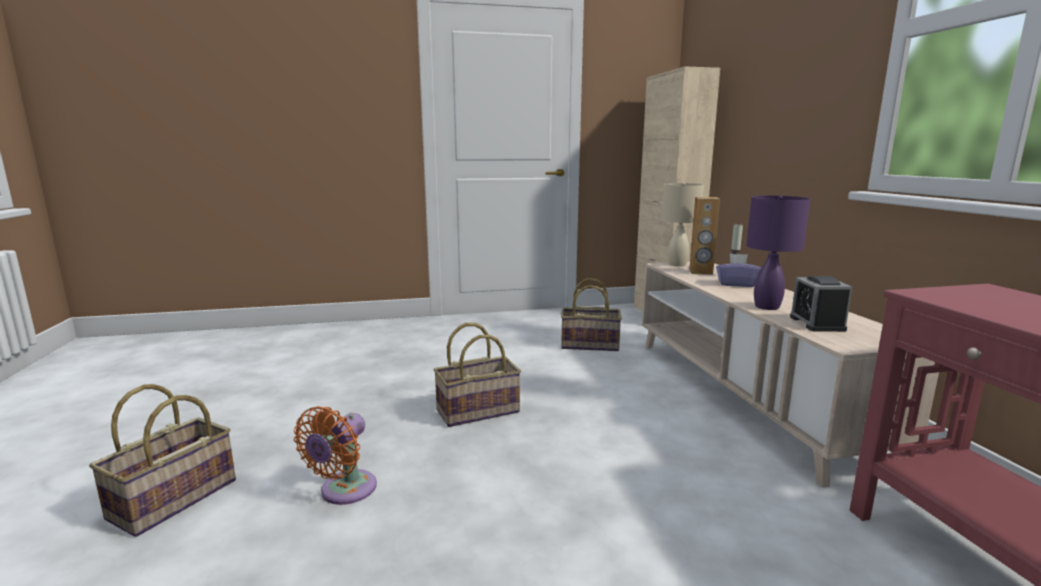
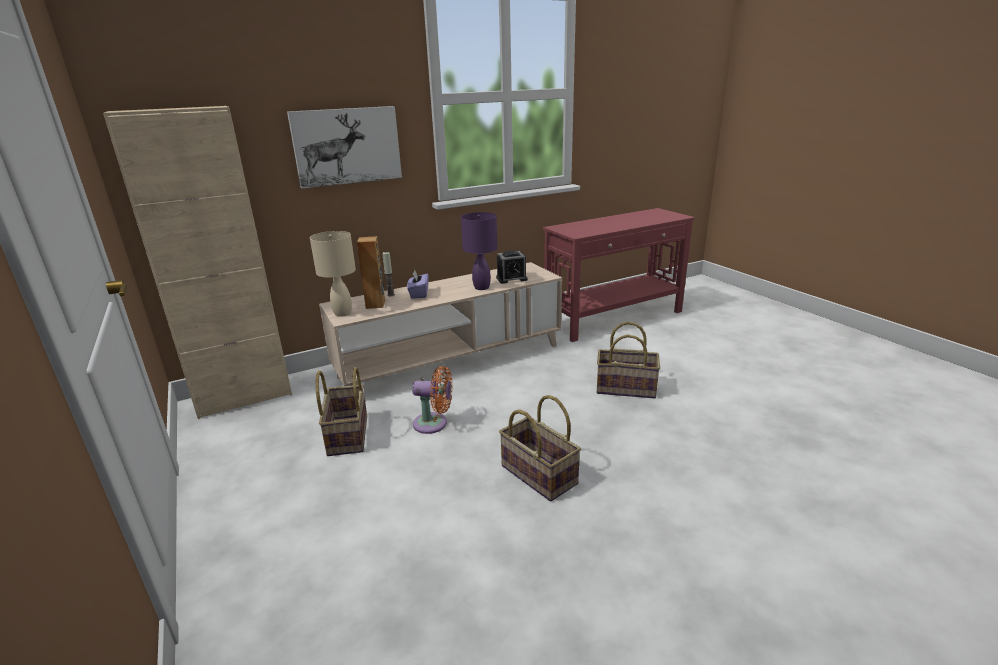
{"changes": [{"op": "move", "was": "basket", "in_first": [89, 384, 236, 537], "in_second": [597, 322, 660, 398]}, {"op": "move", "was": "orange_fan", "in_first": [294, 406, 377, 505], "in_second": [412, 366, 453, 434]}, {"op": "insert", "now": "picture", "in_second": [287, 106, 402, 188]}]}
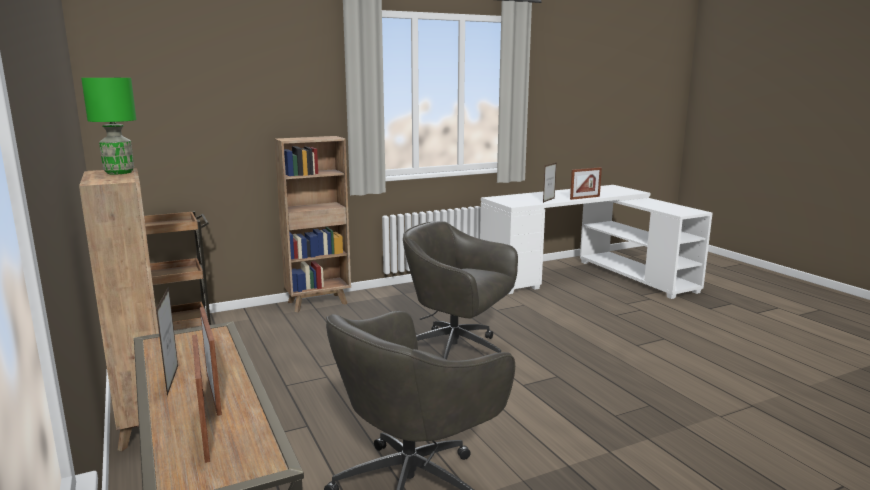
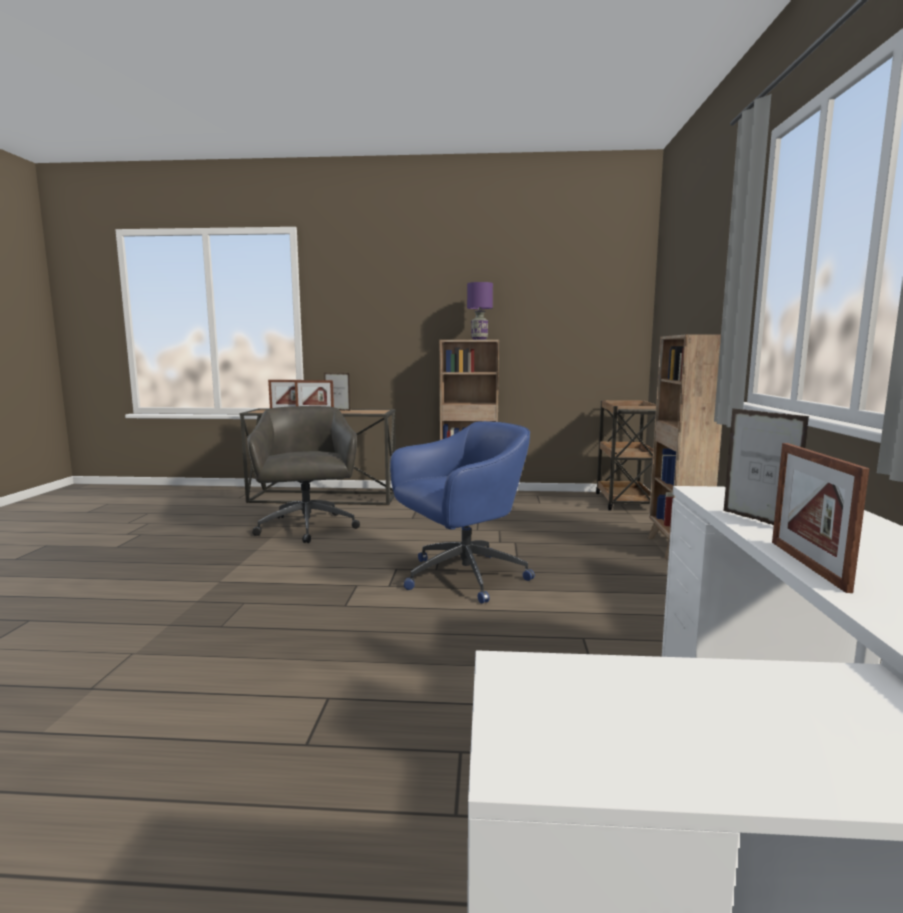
{"changes": [{"op": "recolor", "was": "green_table_lamp", "now": "purple_table_lamp", "in_first": [81, 78, 136, 174], "in_second": [467, 282, 493, 340]}, {"op": "recolor", "was": "grey_office_chair", "now": "blue_office_chair", "in_first": [403, 221, 518, 359], "in_second": [390, 421, 535, 604]}]}
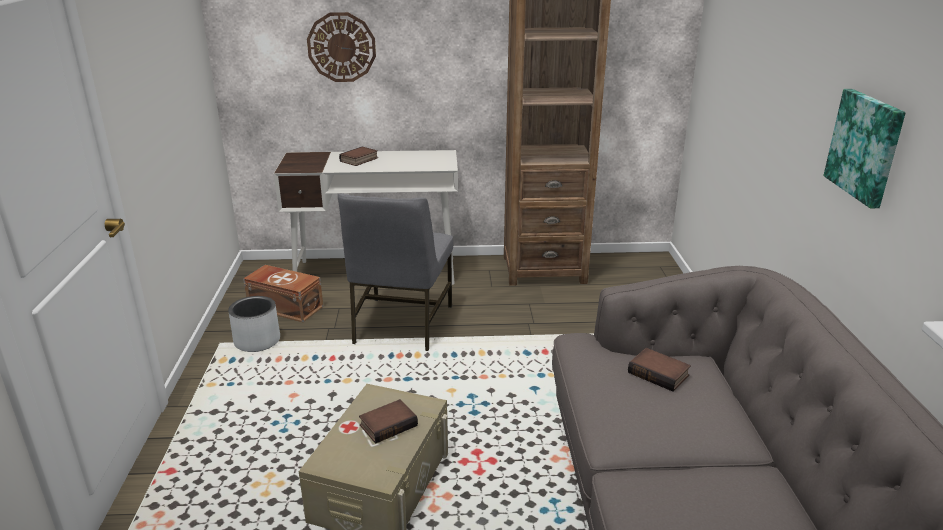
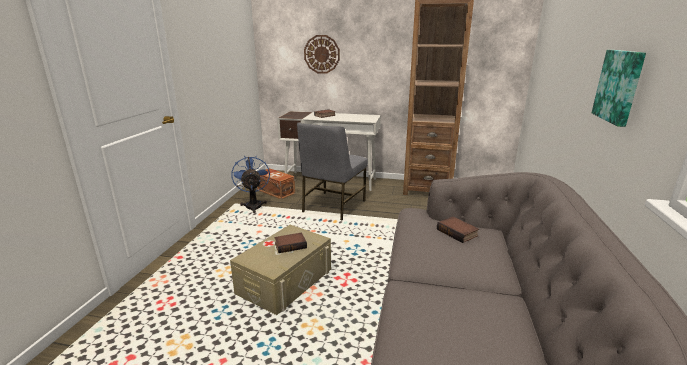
{"changes": [{"op": "replace", "was": "grey_planter", "now": "blue_fan", "in_first": [228, 296, 280, 352], "in_second": [232, 156, 270, 213]}]}
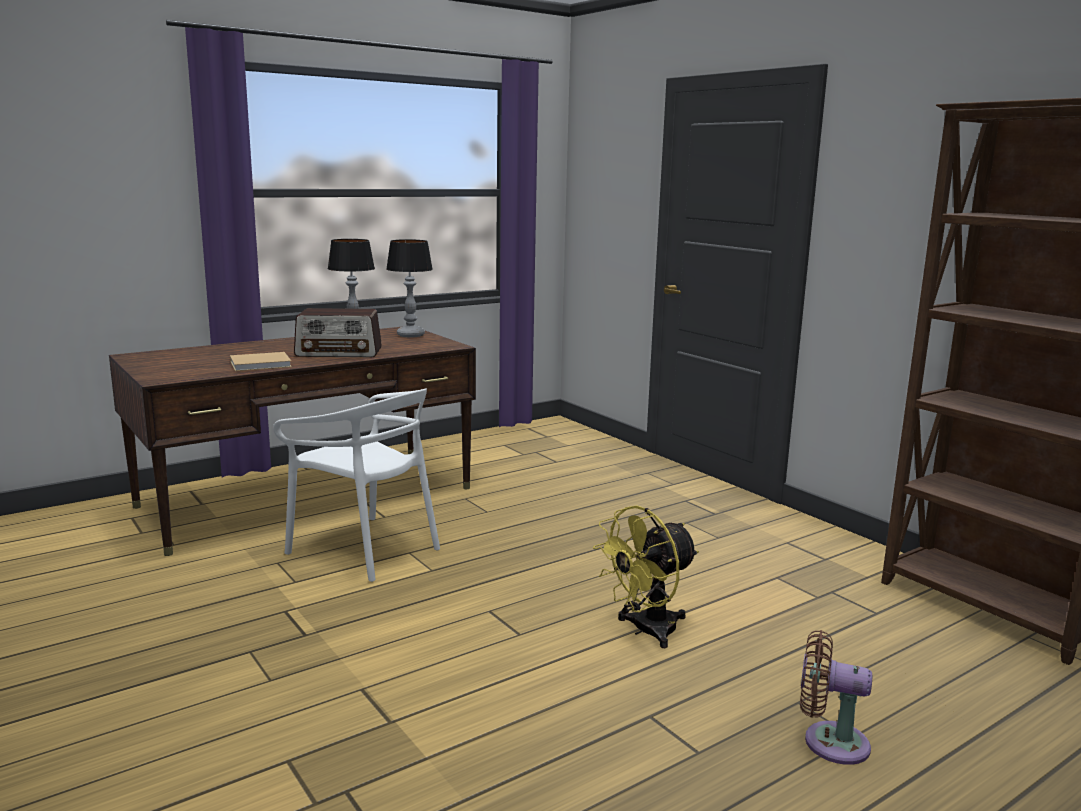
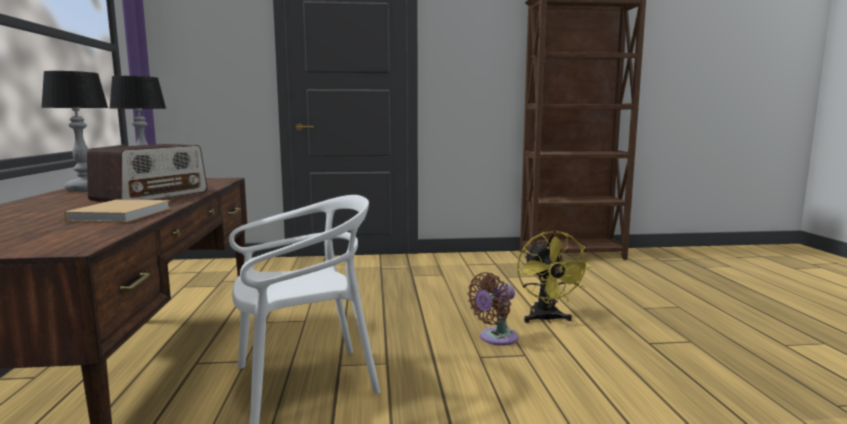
{"changes": [{"op": "move", "was": "brown_fan", "in_first": [800, 630, 872, 765], "in_second": [468, 272, 519, 346]}]}
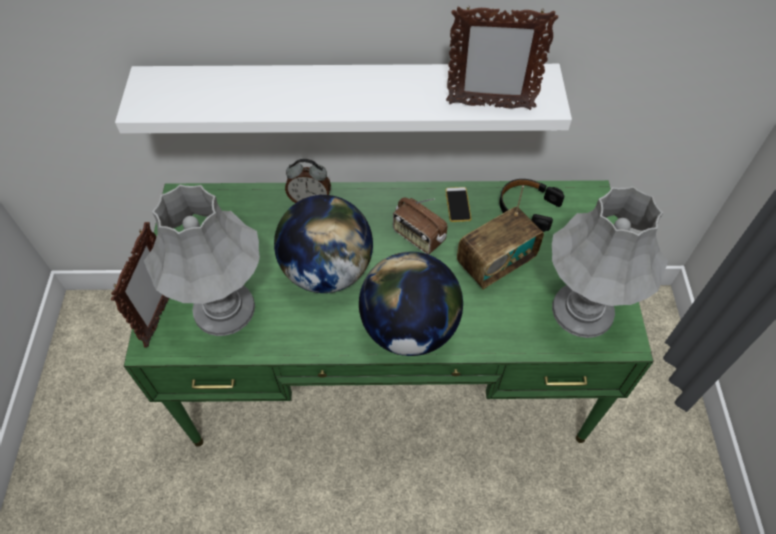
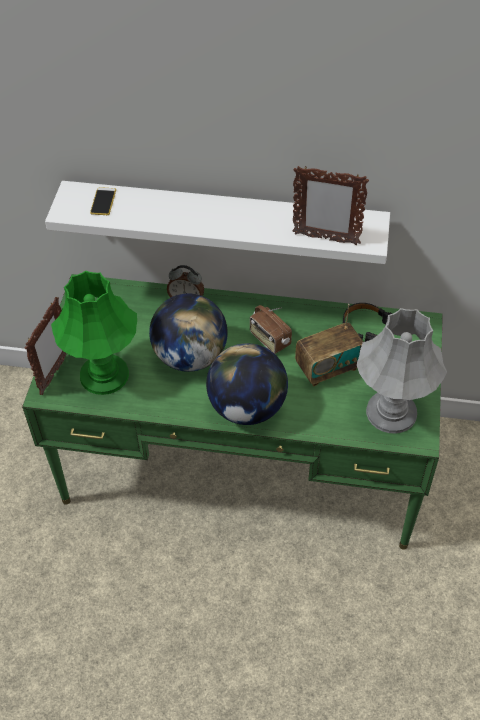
{"changes": [{"op": "recolor", "was": "grey_table_lamp", "now": "green_table_lamp", "in_first": [144, 185, 260, 336], "in_second": [51, 271, 137, 395]}, {"op": "move", "was": "phone", "in_first": [445, 187, 471, 222], "in_second": [90, 187, 116, 215]}]}
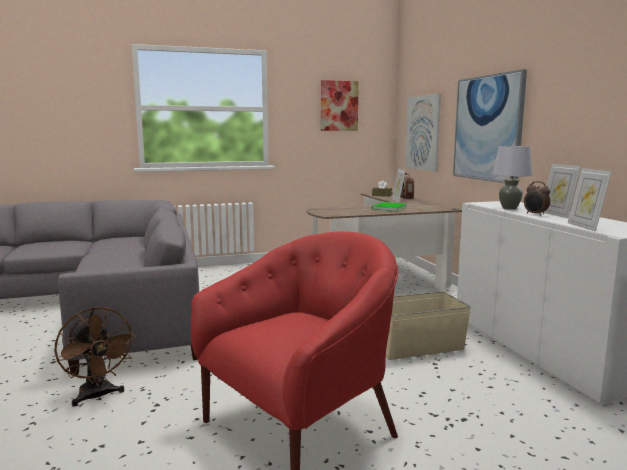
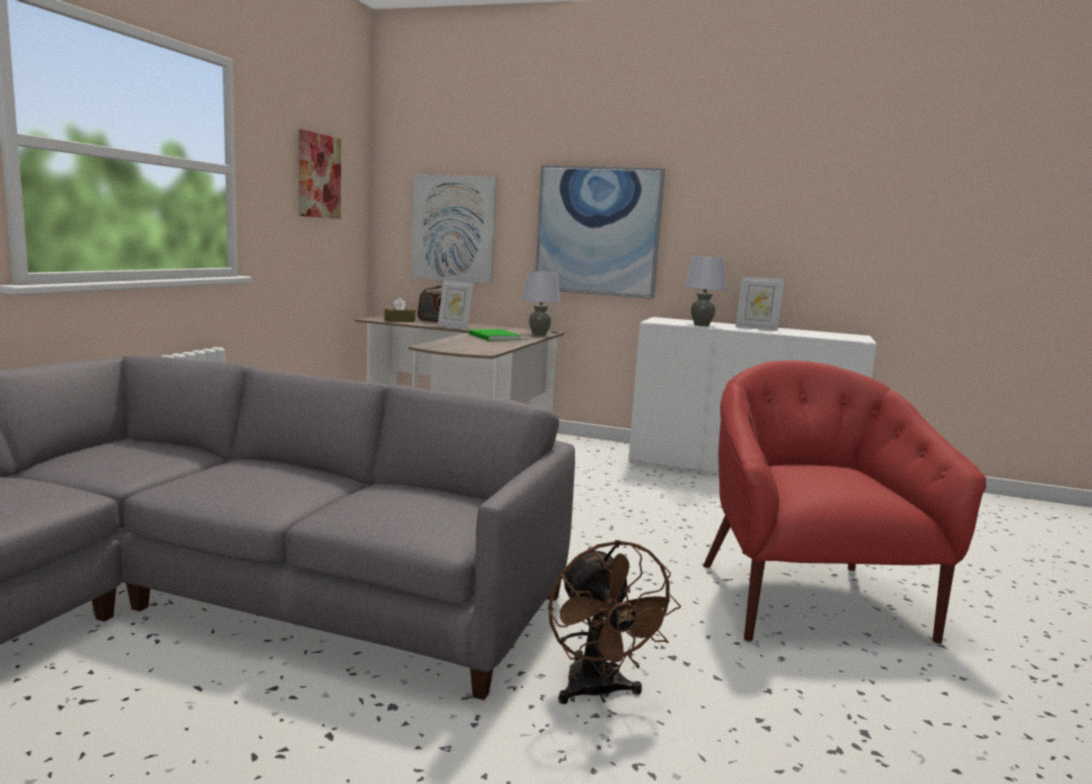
{"changes": [{"op": "rotate", "was": "brown_fan", "in_first": [55, 307, 136, 407], "in_second": [548, 540, 681, 704], "clockwise": 75}, {"op": "delete", "was": "beige_storage_box", "in_first": [386, 291, 471, 360]}, {"op": "delete", "was": "alarm_clock", "in_first": [524, 181, 550, 216]}, {"op": "delete", "was": "picture_frame", "in_first": [568, 168, 612, 232]}, {"op": "insert", "now": "grey_table_lamp", "in_second": [522, 271, 560, 336]}]}
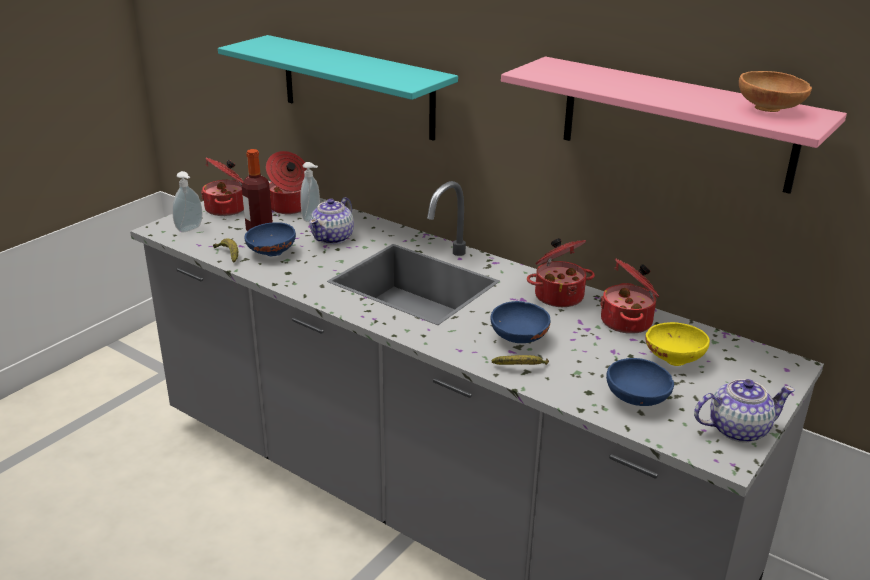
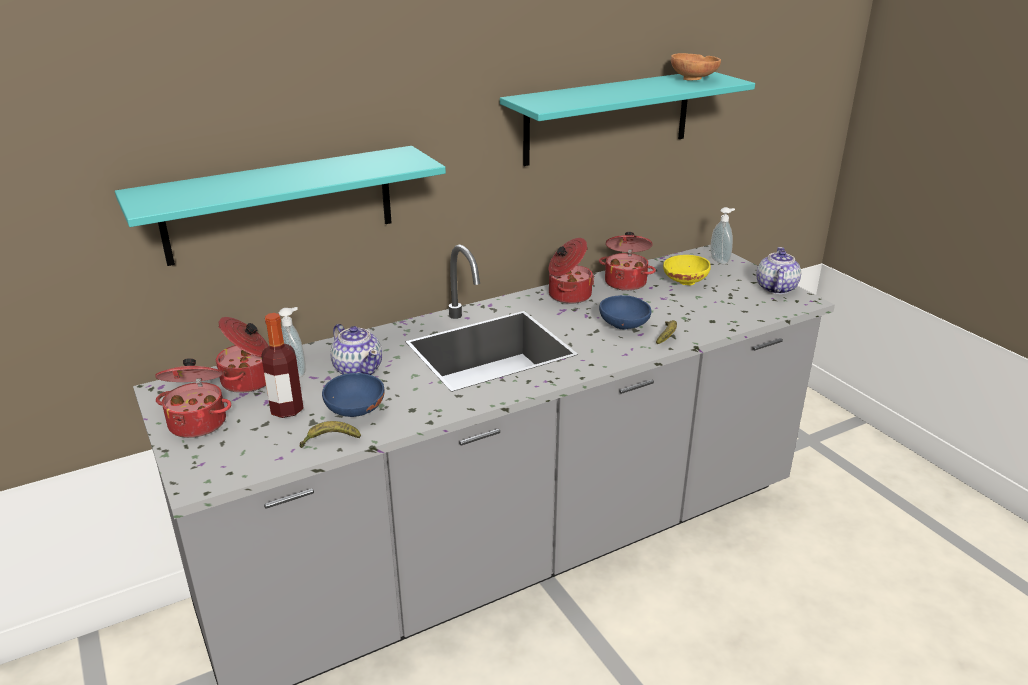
{"changes": [{"op": "move", "was": "soap_dispenser", "in_first": [172, 171, 202, 232], "in_second": [710, 207, 735, 264]}, {"op": "recolor", "was": "pink_shelf", "now": "turquoise_shelf", "in_first": [501, 56, 847, 194], "in_second": [500, 72, 755, 166]}, {"op": "delete", "was": "blue_bowl", "in_first": [606, 358, 674, 406]}]}
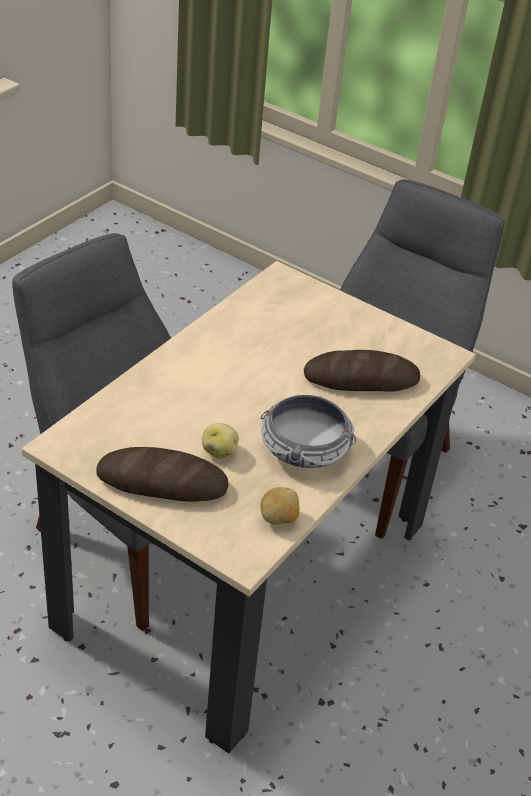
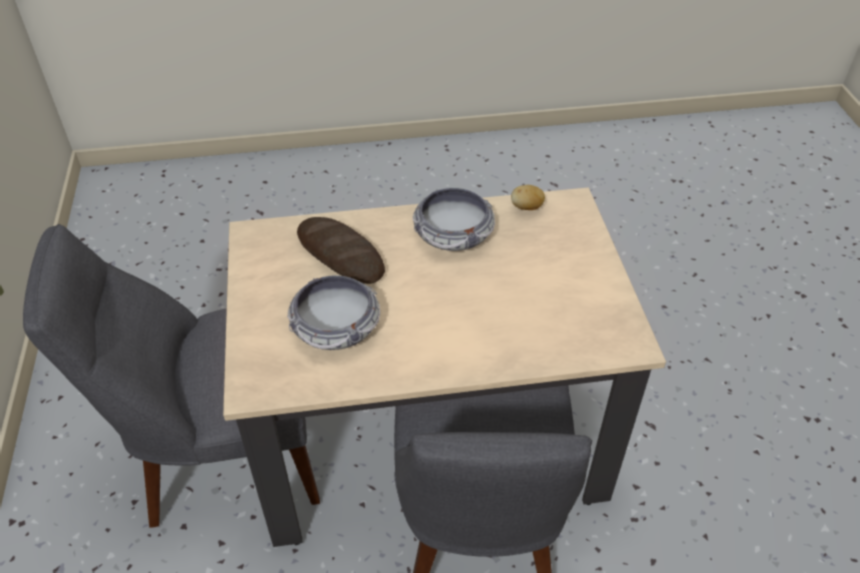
{"changes": [{"op": "delete", "was": "bread", "in_first": [96, 447, 229, 502]}, {"op": "delete", "was": "potato", "in_first": [202, 423, 239, 459]}, {"op": "insert", "now": "bowl", "in_second": [288, 275, 380, 350]}]}
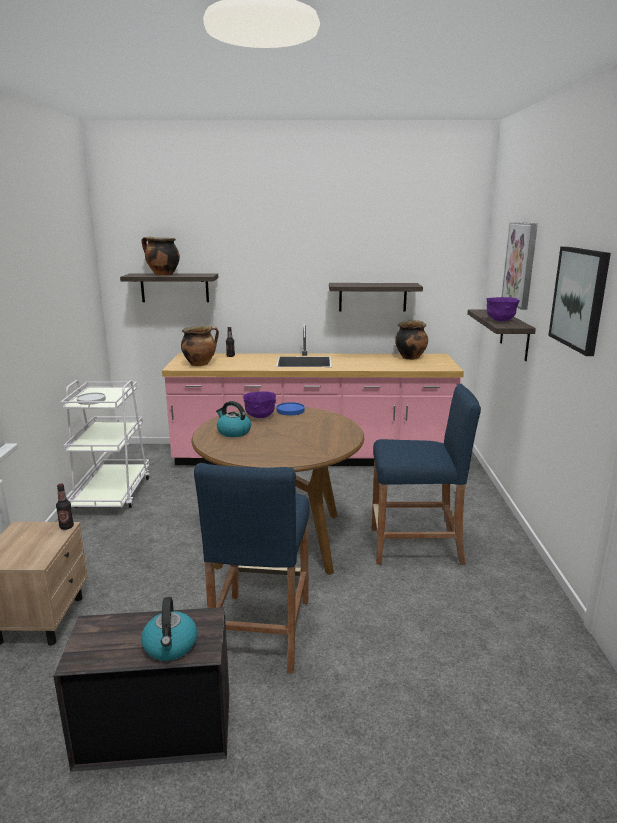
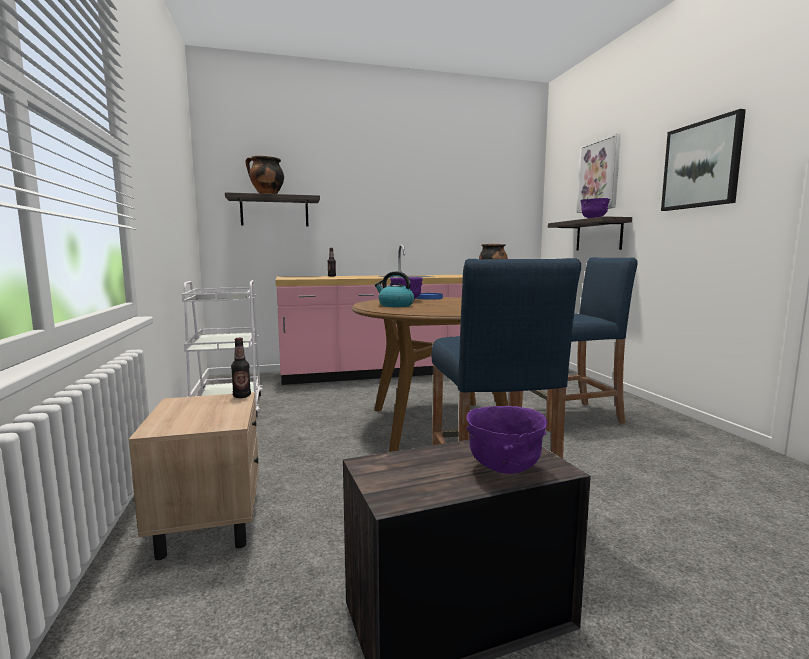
{"changes": [{"op": "replace", "was": "kettle", "now": "purple_bowl", "in_first": [141, 597, 197, 661], "in_second": [466, 406, 547, 474]}, {"op": "delete", "was": "cooking_pot", "in_first": [181, 326, 219, 366]}, {"op": "delete", "was": "shelf", "in_first": [329, 283, 423, 312]}]}
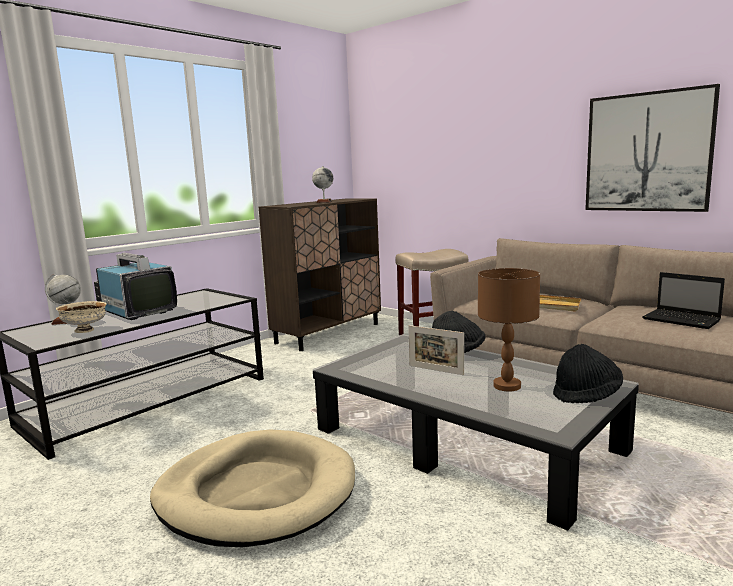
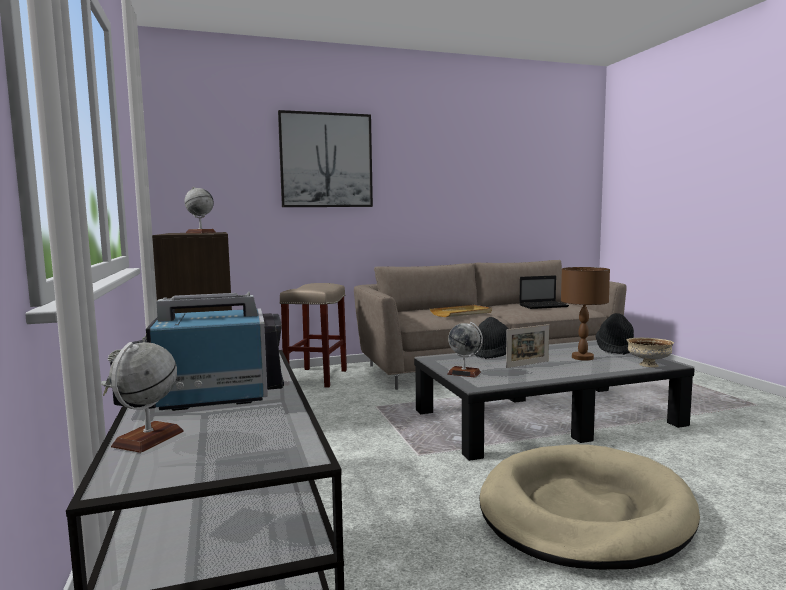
{"changes": [{"op": "move", "was": "beige_bowl", "in_first": [56, 301, 107, 333], "in_second": [627, 338, 674, 367]}, {"op": "move", "was": "picture", "in_first": [585, 84, 720, 212], "in_second": [278, 110, 373, 207]}, {"op": "insert", "now": "globe", "in_second": [447, 322, 483, 377]}]}
